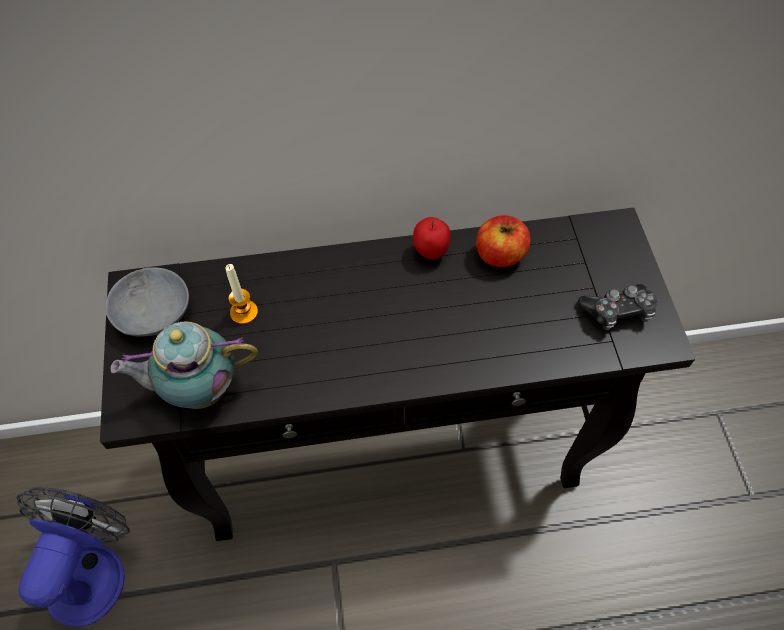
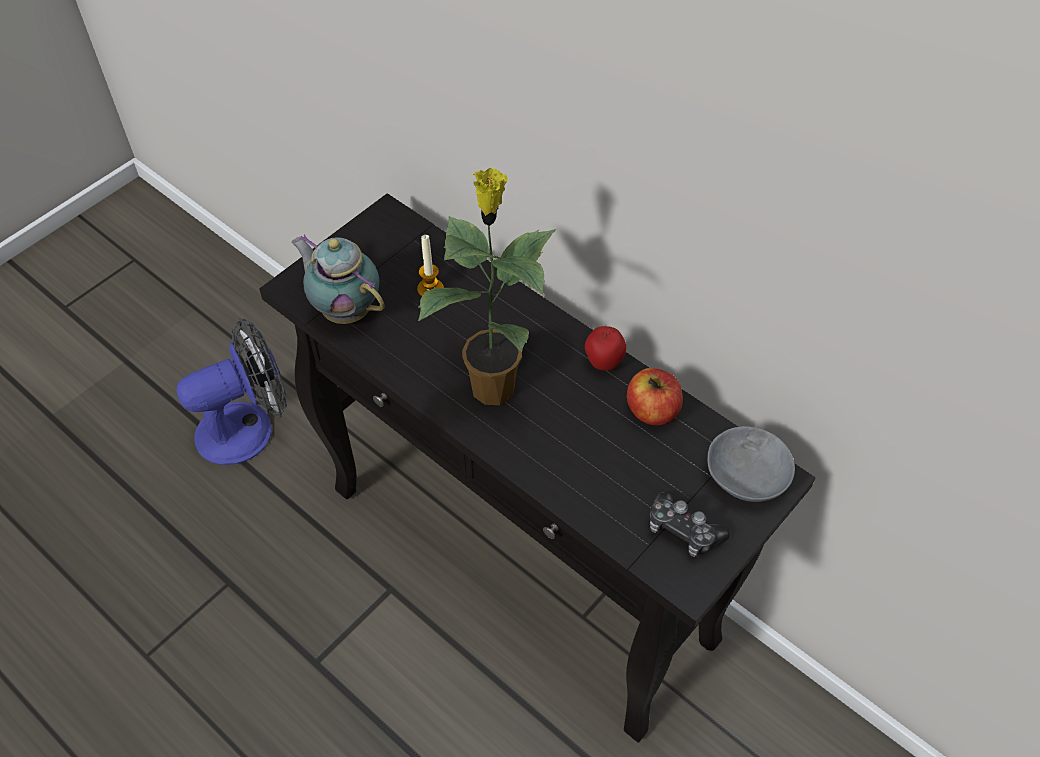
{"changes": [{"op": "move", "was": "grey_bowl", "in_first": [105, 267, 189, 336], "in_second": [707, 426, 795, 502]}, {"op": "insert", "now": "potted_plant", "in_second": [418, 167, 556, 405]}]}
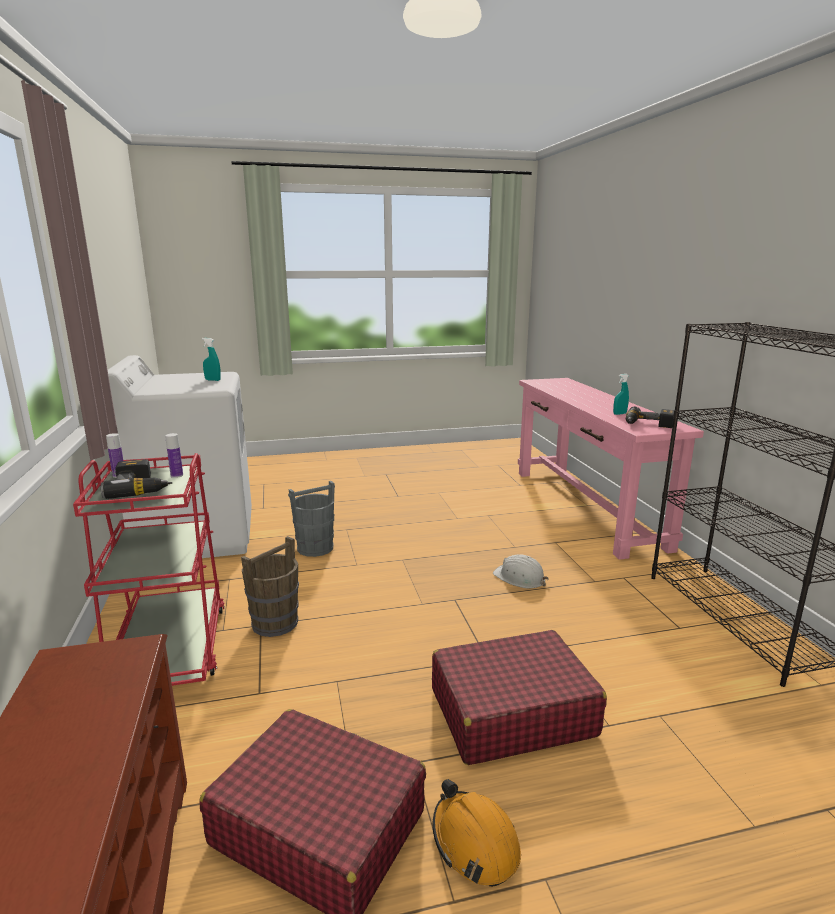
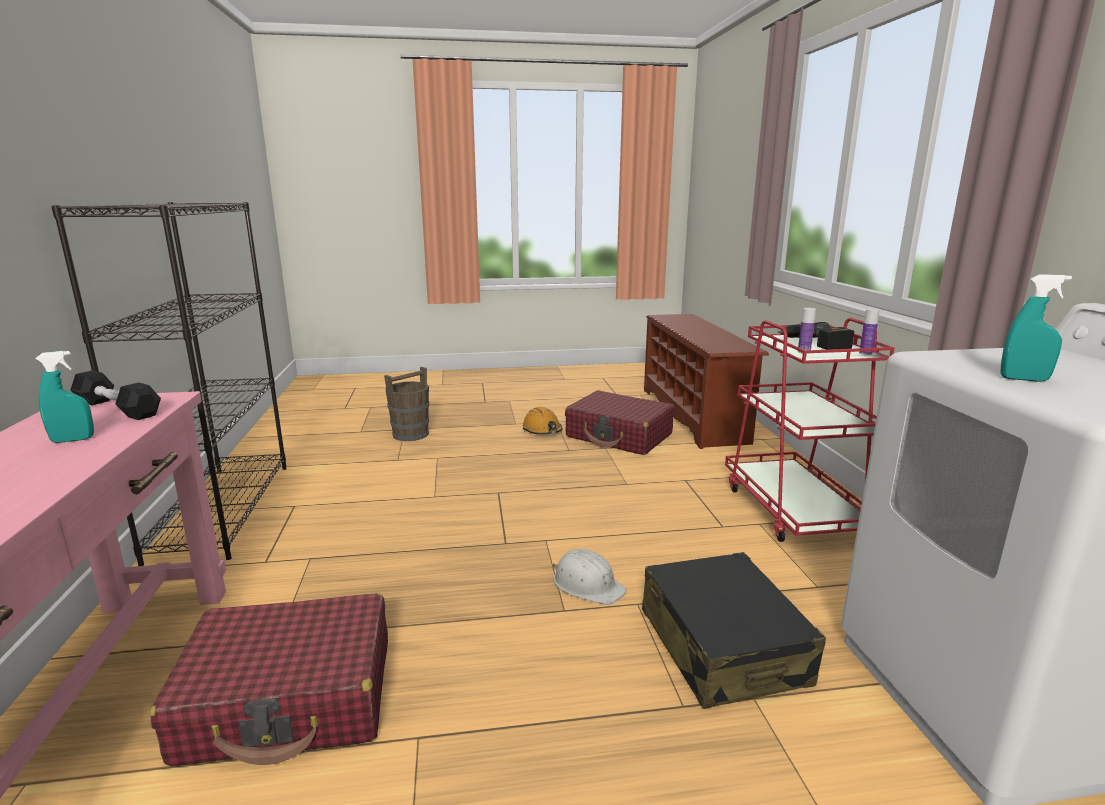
{"changes": [{"op": "move", "was": "brown_bucket", "in_first": [241, 536, 299, 637], "in_second": [384, 367, 429, 441]}, {"op": "replace", "was": "grey_bucket", "now": "black_suitcase", "in_first": [288, 481, 335, 557], "in_second": [642, 552, 826, 709]}, {"op": "move", "was": "red_suitcase", "in_first": [432, 630, 607, 765], "in_second": [150, 593, 388, 767]}, {"op": "move", "was": "white_hard_hat", "in_first": [493, 554, 549, 589], "in_second": [553, 549, 627, 605]}, {"op": "replace", "was": "power_drill", "now": "black_dumbbell", "in_first": [626, 407, 674, 428], "in_second": [70, 370, 161, 420]}]}
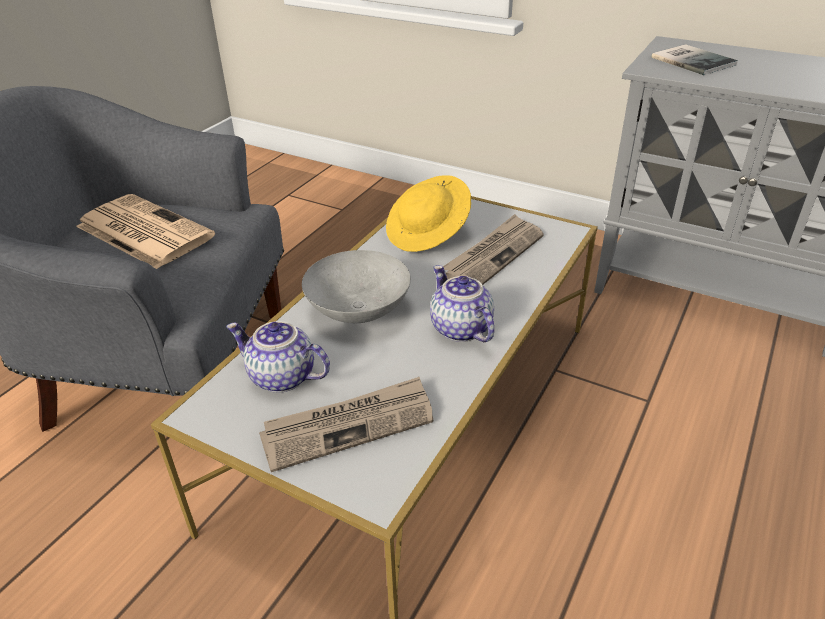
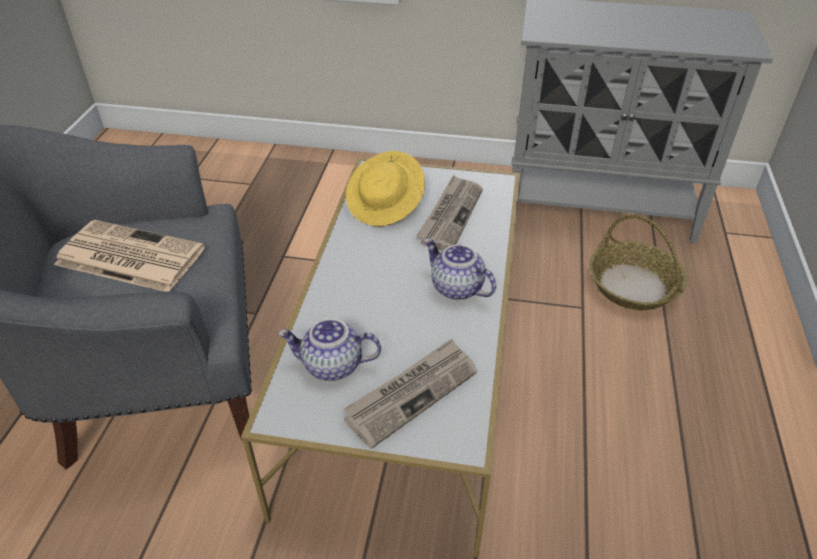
{"changes": [{"op": "delete", "was": "grey_bowl", "in_first": [302, 250, 411, 323]}, {"op": "delete", "was": "book", "in_first": [652, 44, 738, 75]}, {"op": "insert", "now": "basket", "in_second": [589, 214, 687, 310]}]}
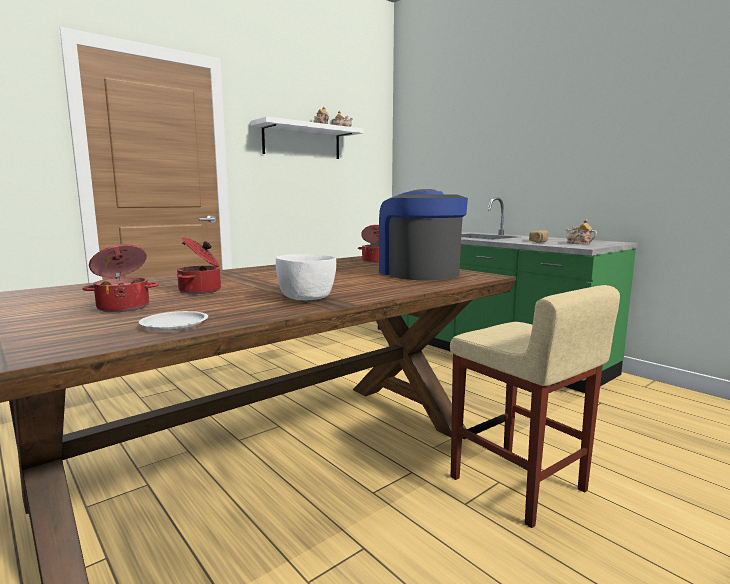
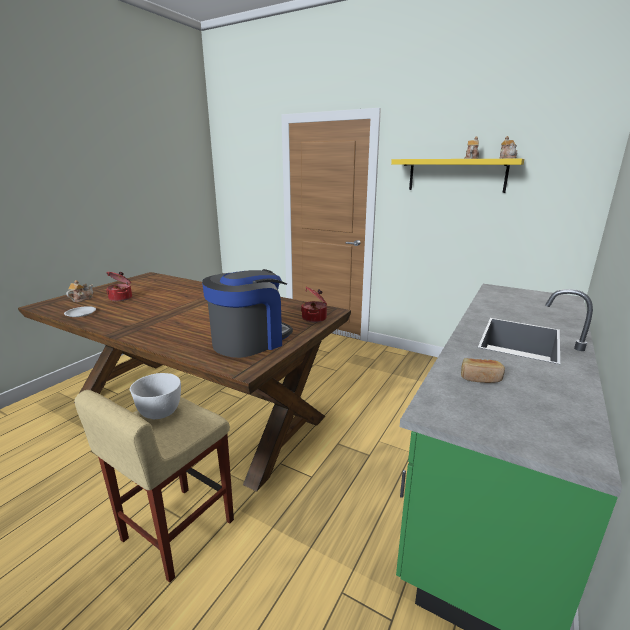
{"changes": [{"op": "delete", "was": "cooking_pot", "in_first": [177, 237, 221, 294]}, {"op": "recolor", "was": "white_shelf", "now": "yellow_shelf", "in_first": [251, 116, 364, 159], "in_second": [391, 159, 524, 193]}, {"op": "move", "was": "white_bowl", "in_first": [276, 254, 336, 301], "in_second": [130, 373, 181, 419]}, {"op": "move", "was": "teapot", "in_first": [566, 219, 597, 244], "in_second": [66, 280, 93, 302]}]}
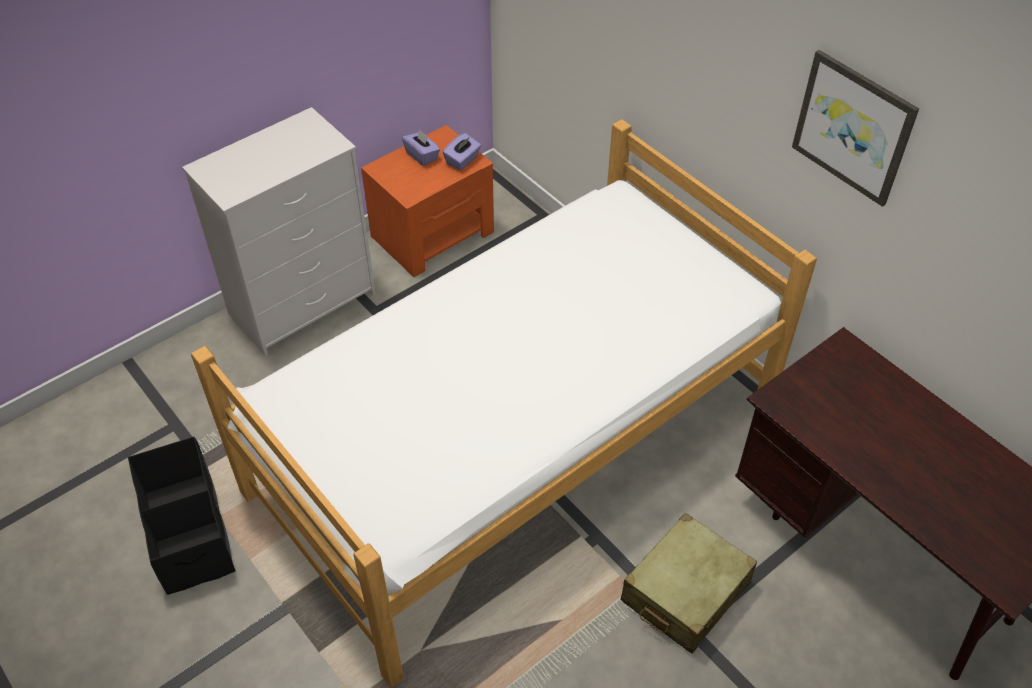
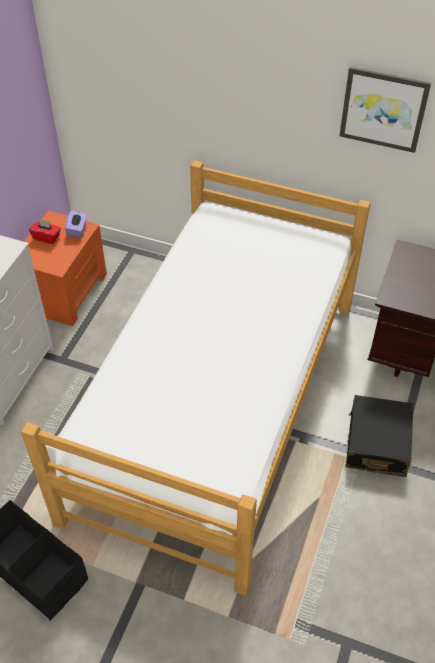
{"changes": [{"op": "recolor", "was": "purple_tissue_box", "now": "red_tissue_box", "in_first": [402, 129, 440, 166], "in_second": [29, 219, 61, 244]}, {"op": "recolor", "was": "beige_suitcase", "now": "black_suitcase", "in_first": [621, 513, 757, 653], "in_second": [346, 395, 413, 477]}]}
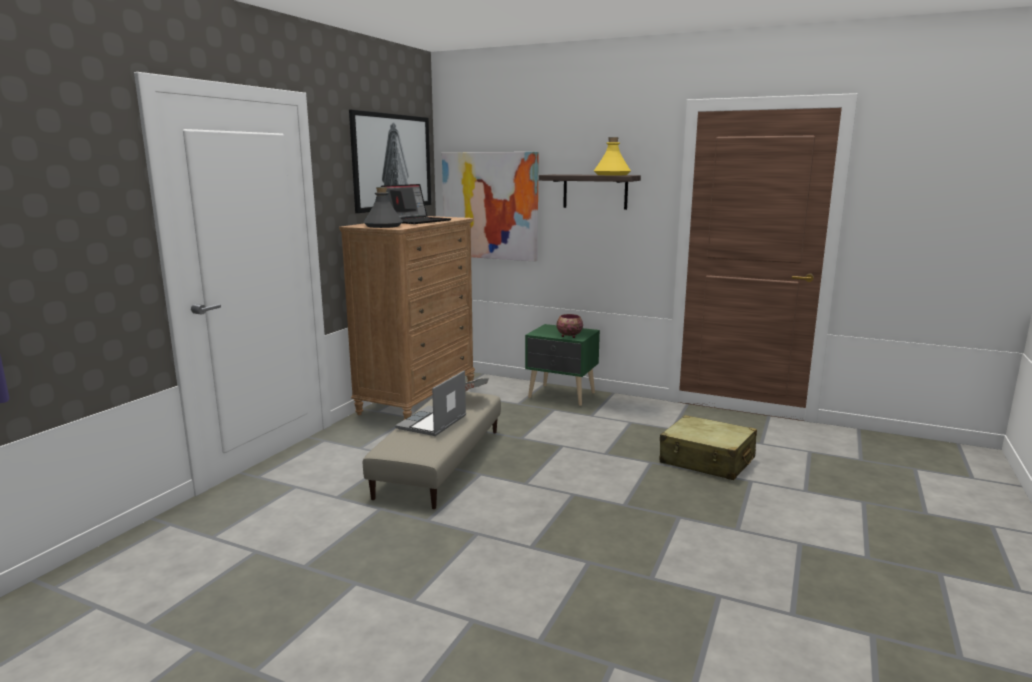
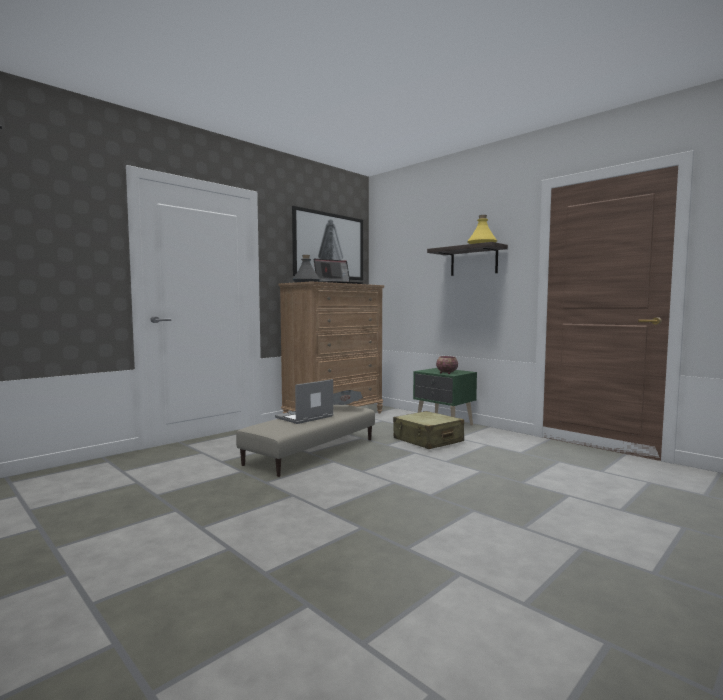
{"changes": [{"op": "delete", "was": "picture", "in_first": [442, 152, 539, 262]}, {"op": "move", "was": "beige_suitcase", "in_first": [660, 415, 757, 480], "in_second": [393, 411, 464, 449]}]}
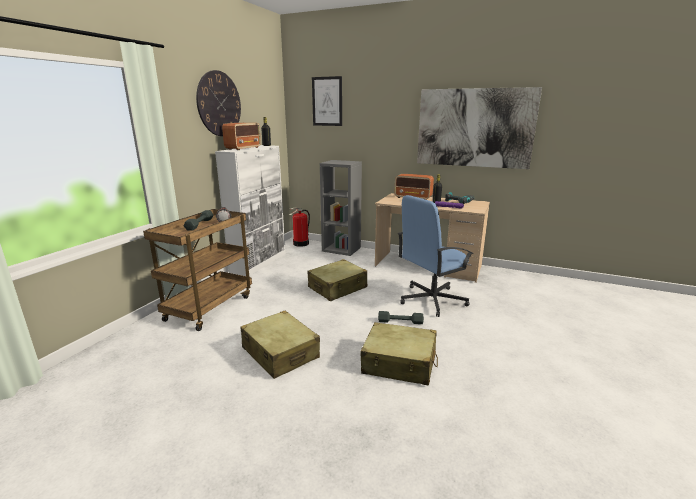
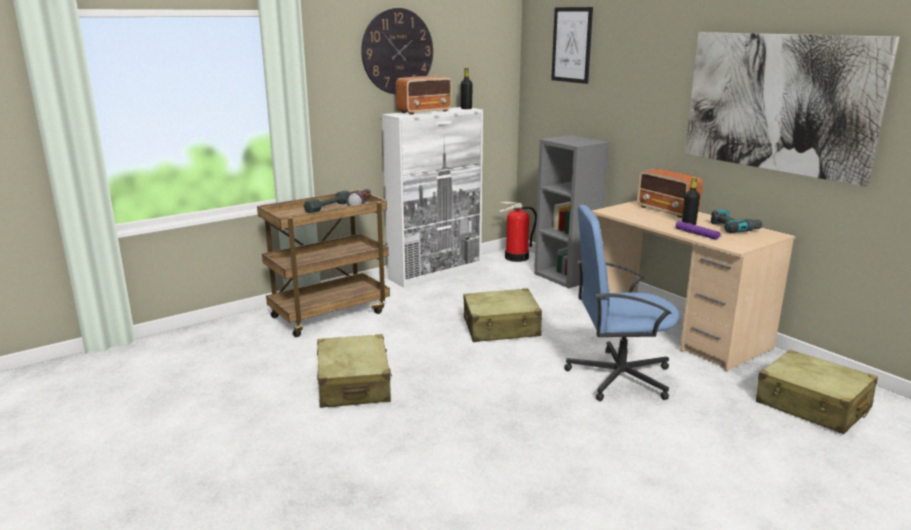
{"changes": [{"op": "move", "was": "beige_suitcase", "in_first": [360, 322, 438, 386], "in_second": [756, 350, 878, 434]}, {"op": "delete", "was": "grey_dumbbell", "in_first": [378, 311, 424, 324]}]}
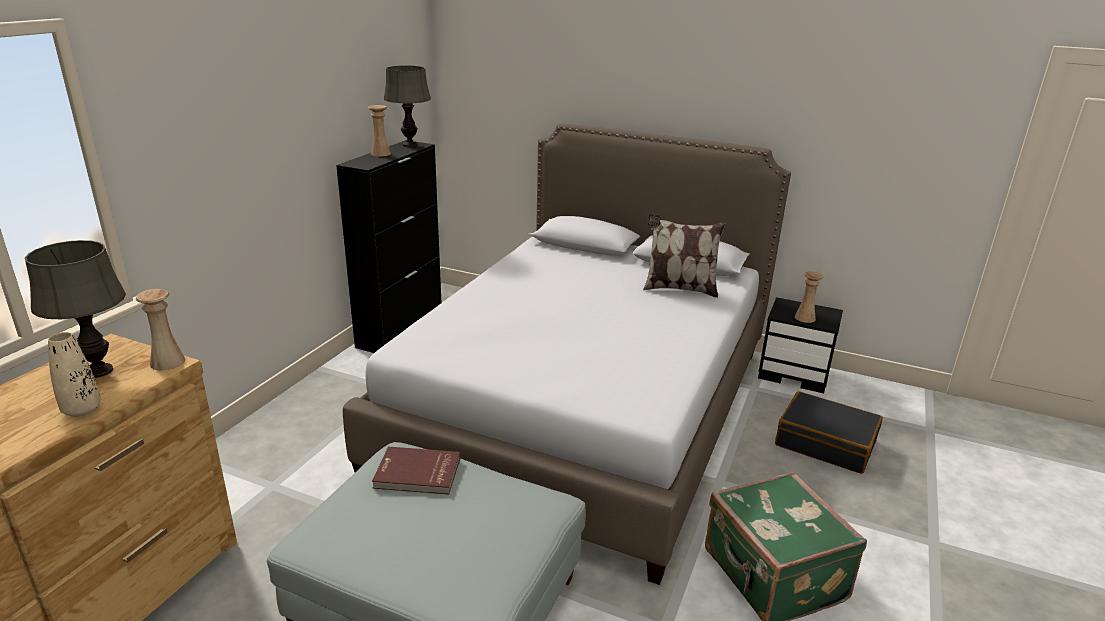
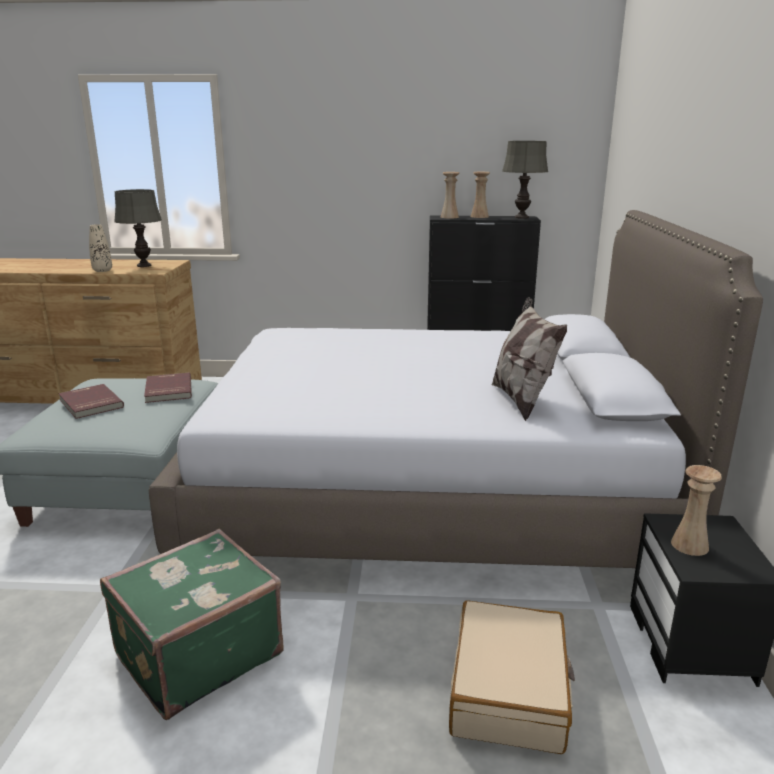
{"changes": [{"op": "move", "was": "beige_vase", "in_first": [136, 289, 185, 370], "in_second": [441, 172, 460, 218]}, {"op": "recolor", "was": "black_suitcase", "now": "beige_suitcase", "in_first": [775, 391, 883, 474], "in_second": [449, 601, 575, 754]}, {"op": "insert", "now": "red_book", "in_second": [58, 384, 124, 419]}]}
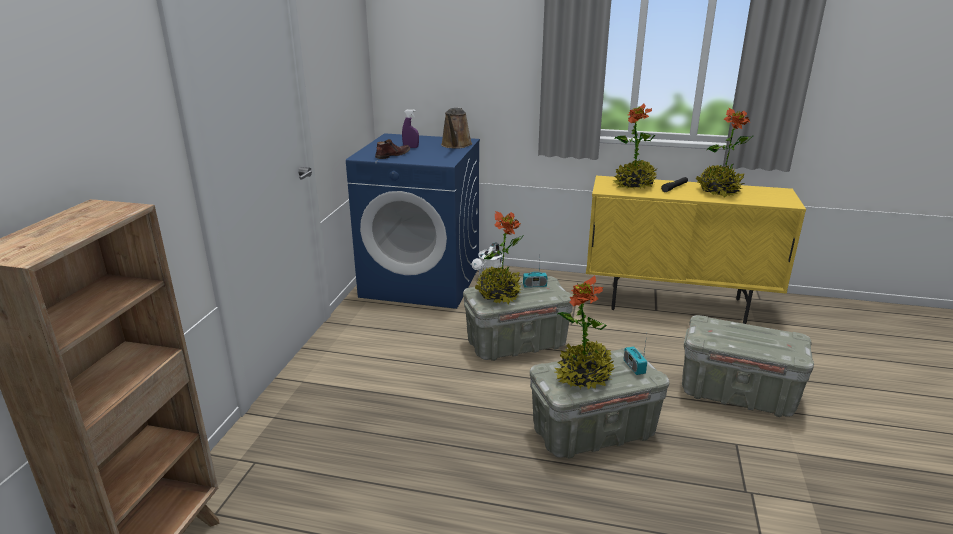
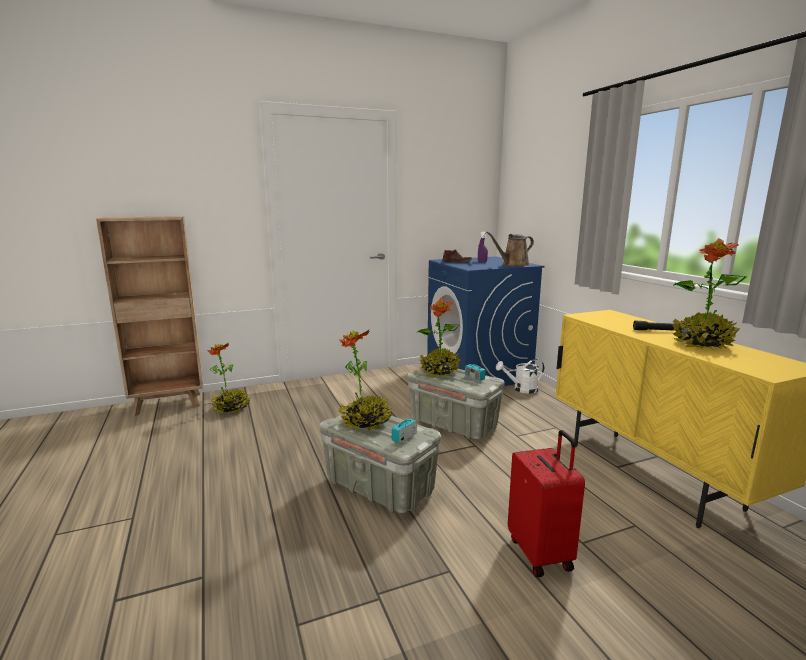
{"changes": [{"op": "move", "was": "potted_plant", "in_first": [613, 104, 657, 189], "in_second": [207, 343, 250, 414]}, {"op": "replace", "was": "grey_storage_box", "now": "red_suitcase", "in_first": [682, 315, 814, 417], "in_second": [508, 430, 585, 577]}]}
